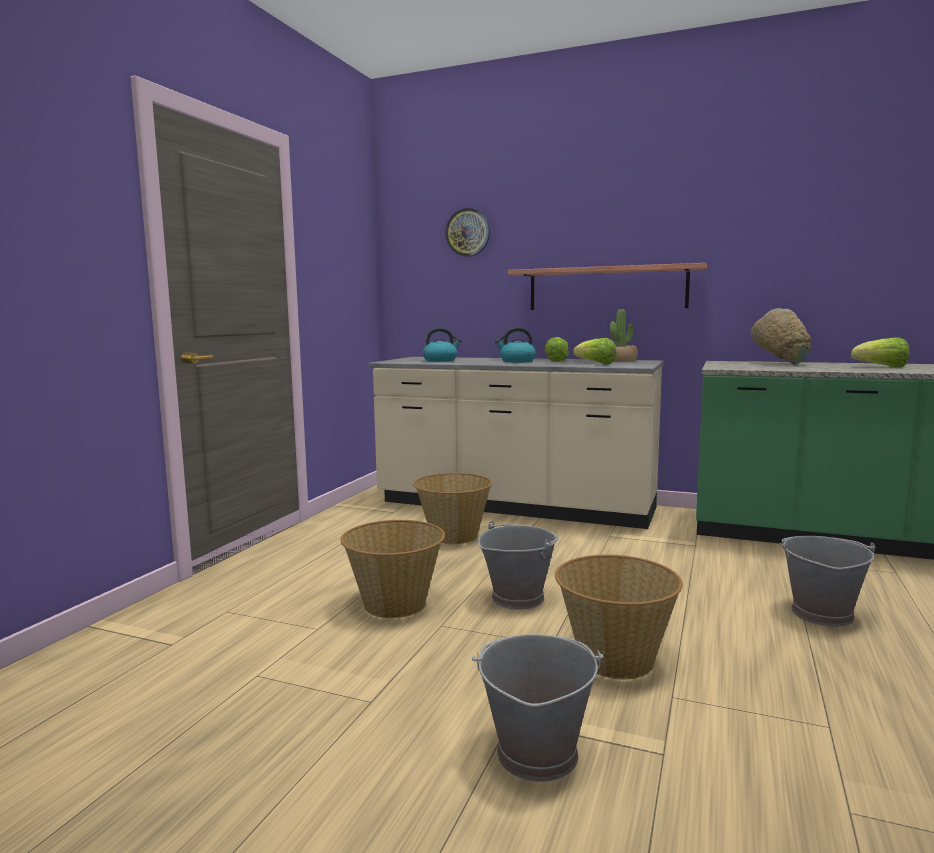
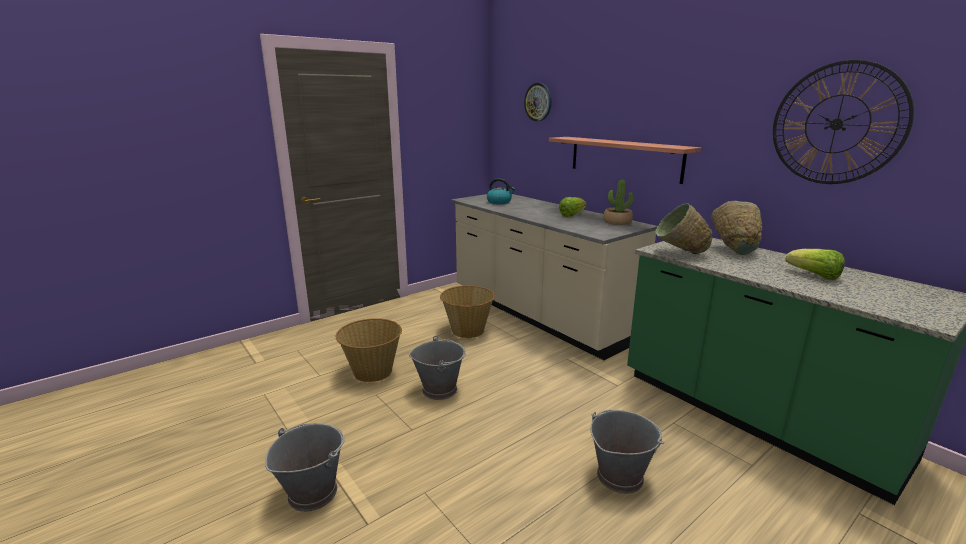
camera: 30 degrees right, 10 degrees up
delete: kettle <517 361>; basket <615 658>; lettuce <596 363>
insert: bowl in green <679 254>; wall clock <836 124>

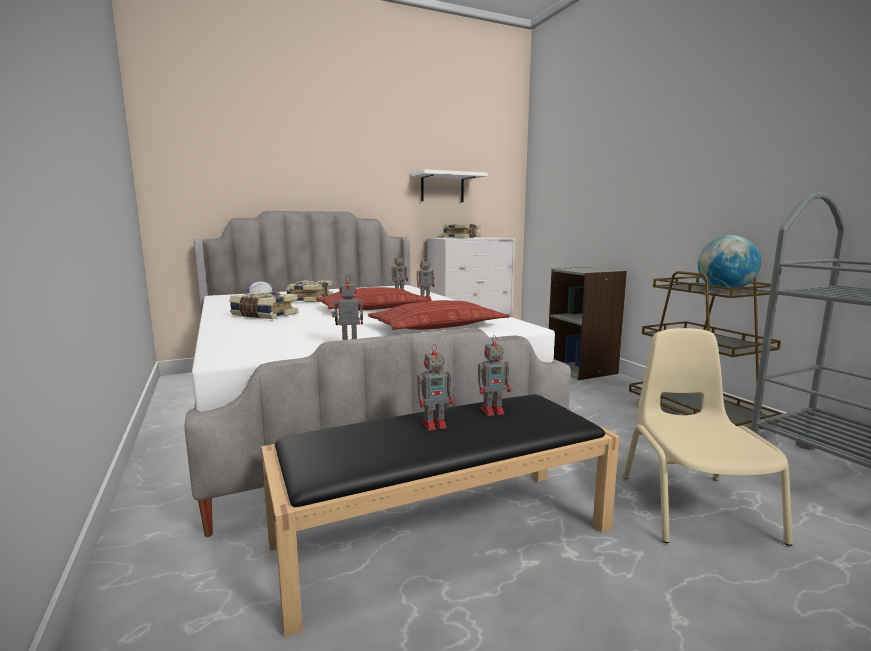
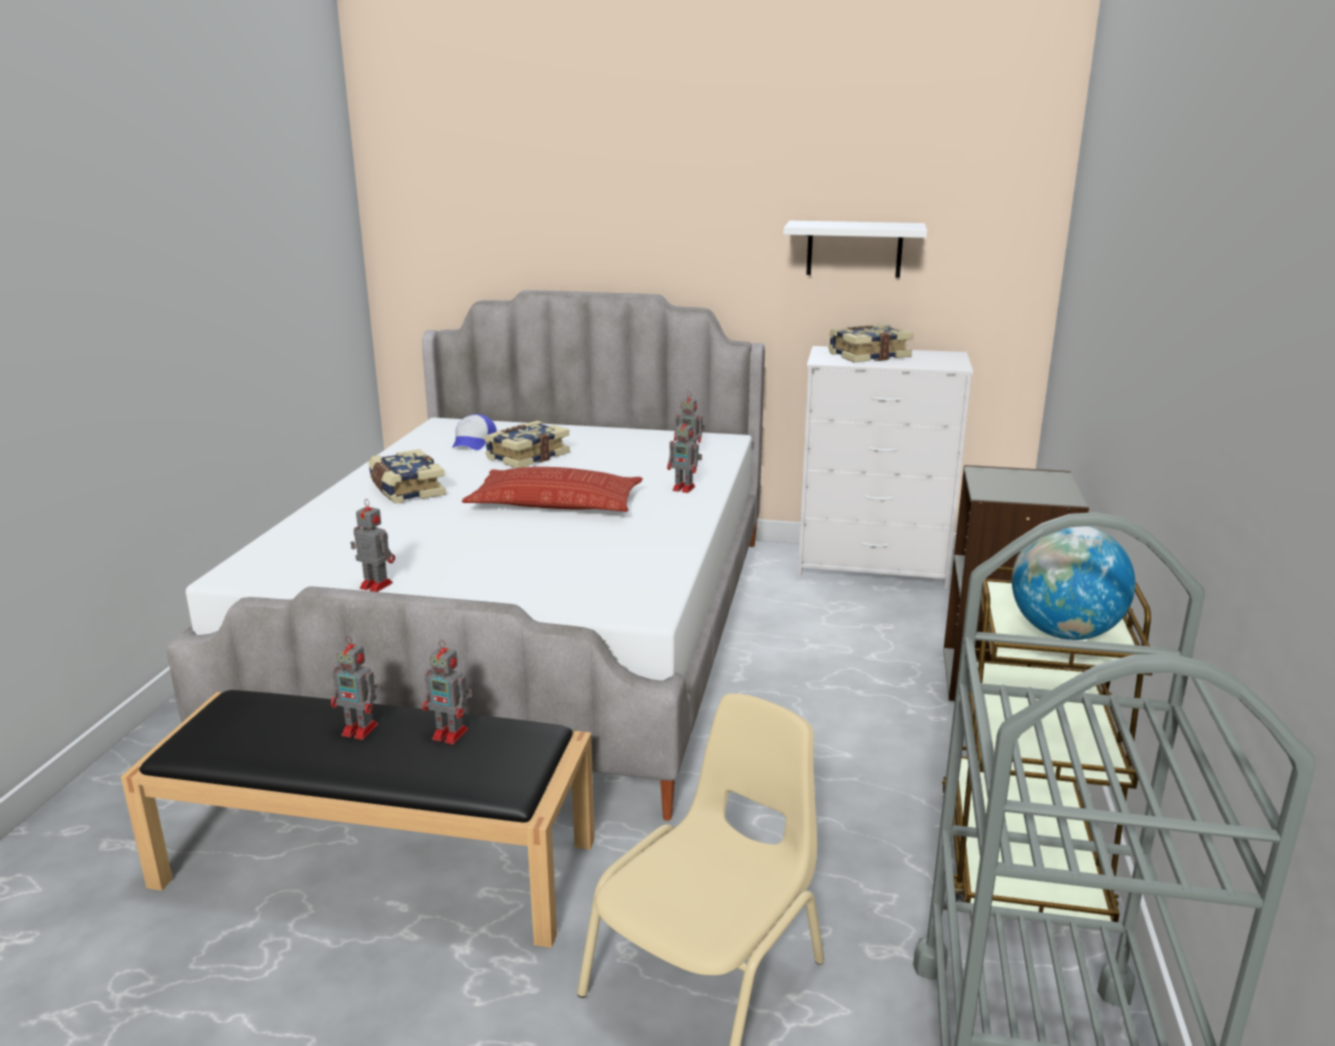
camera: 35 degrees right, 10 degrees up
delete: pillow <438 326>

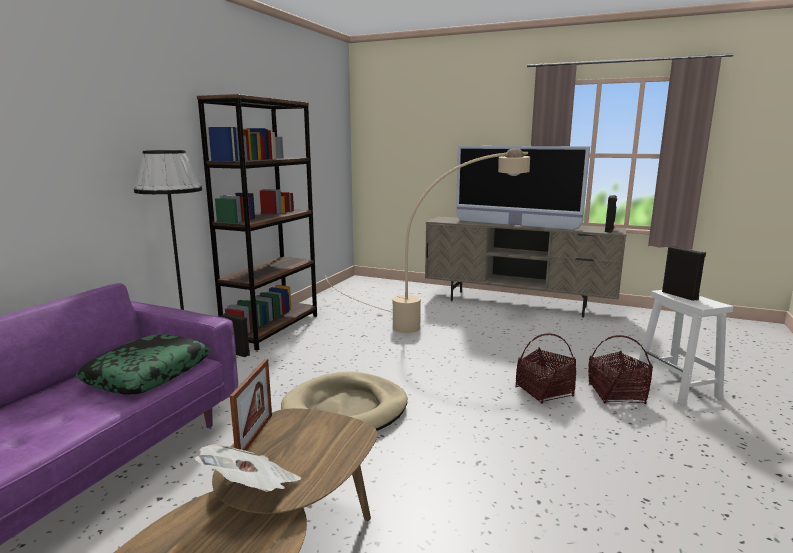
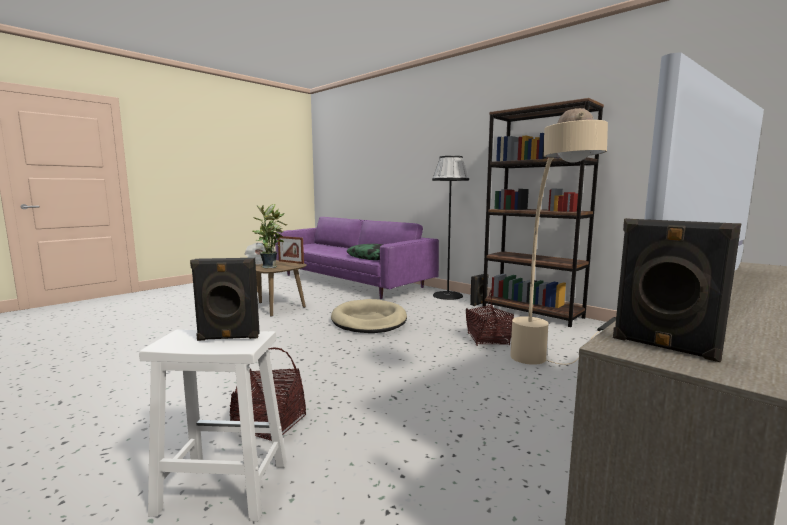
camera: 110 degrees right, 5 degrees down
insert: potted plant <270 267>
move: basket <544 392> to <488 340>

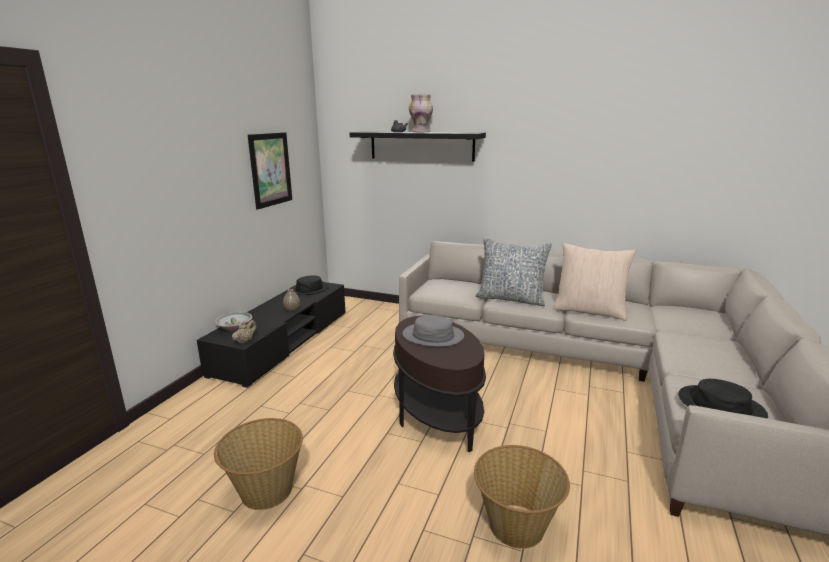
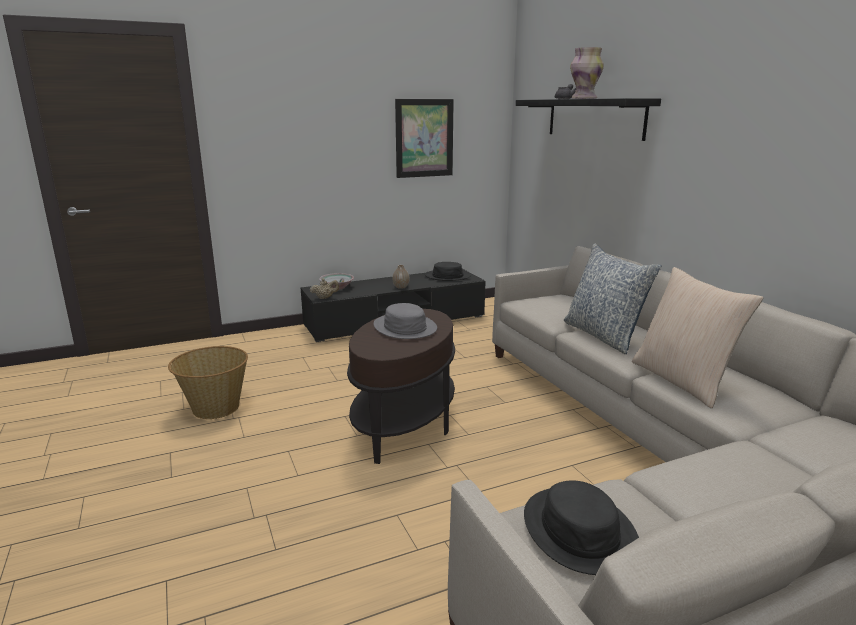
camera: 45 degrees right, 0 degrees up
delete: basket <516 526>

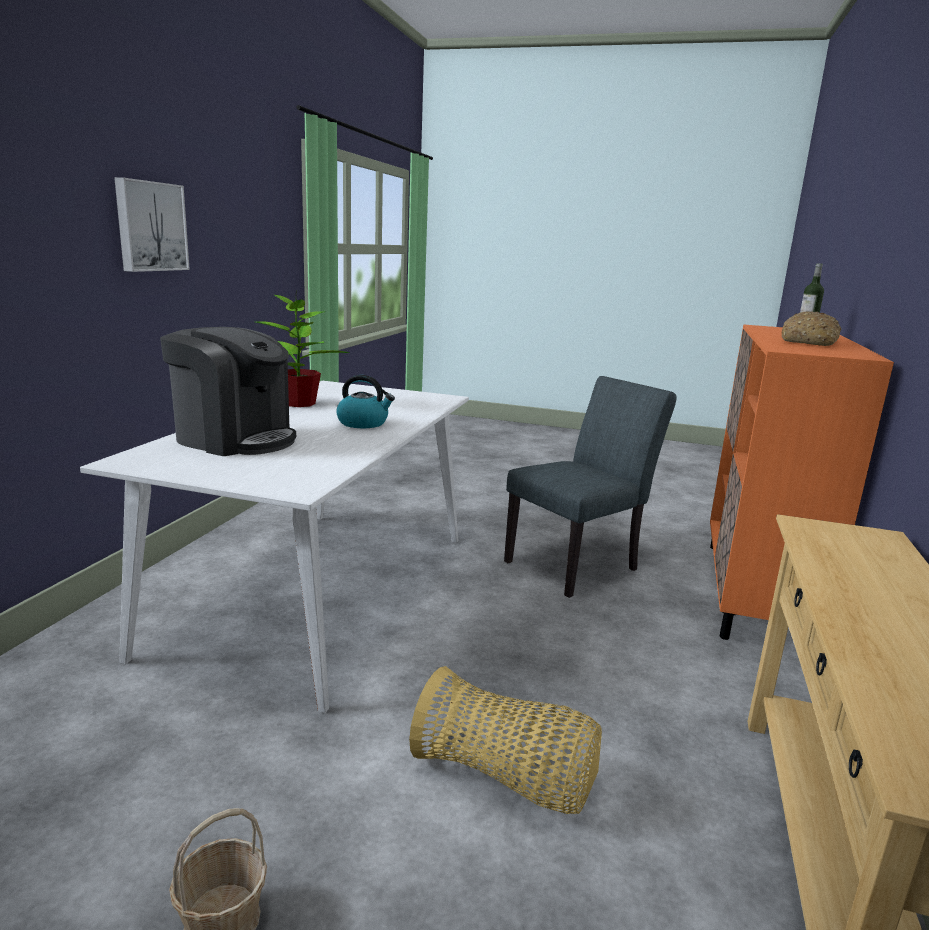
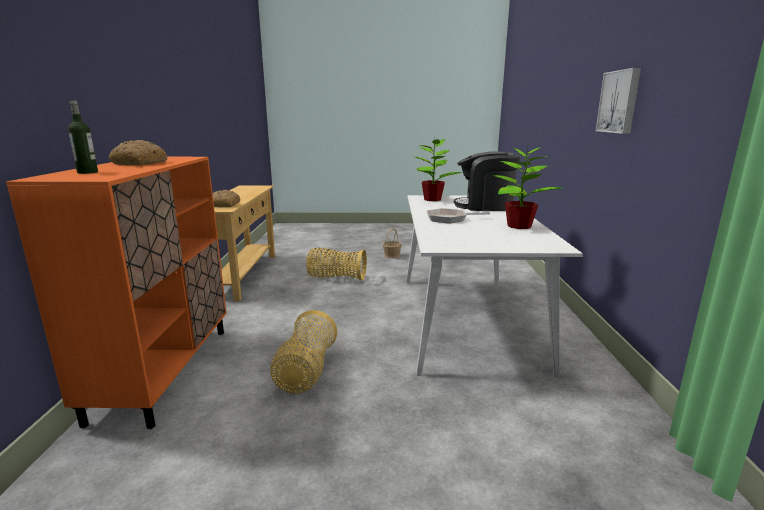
camera: 165 degrees right, 0 degrees up
insert: bread <224 205>; potted plant <432 199>
replace: chair in grey <578 563> to basket <305 372>; kettle <363 423> to frying pan <449 219>

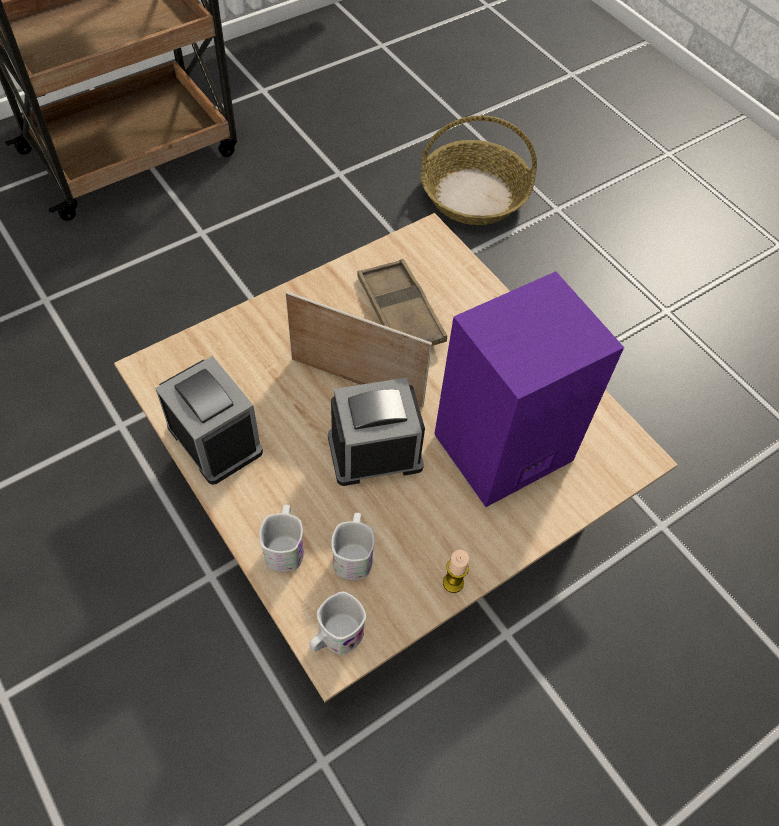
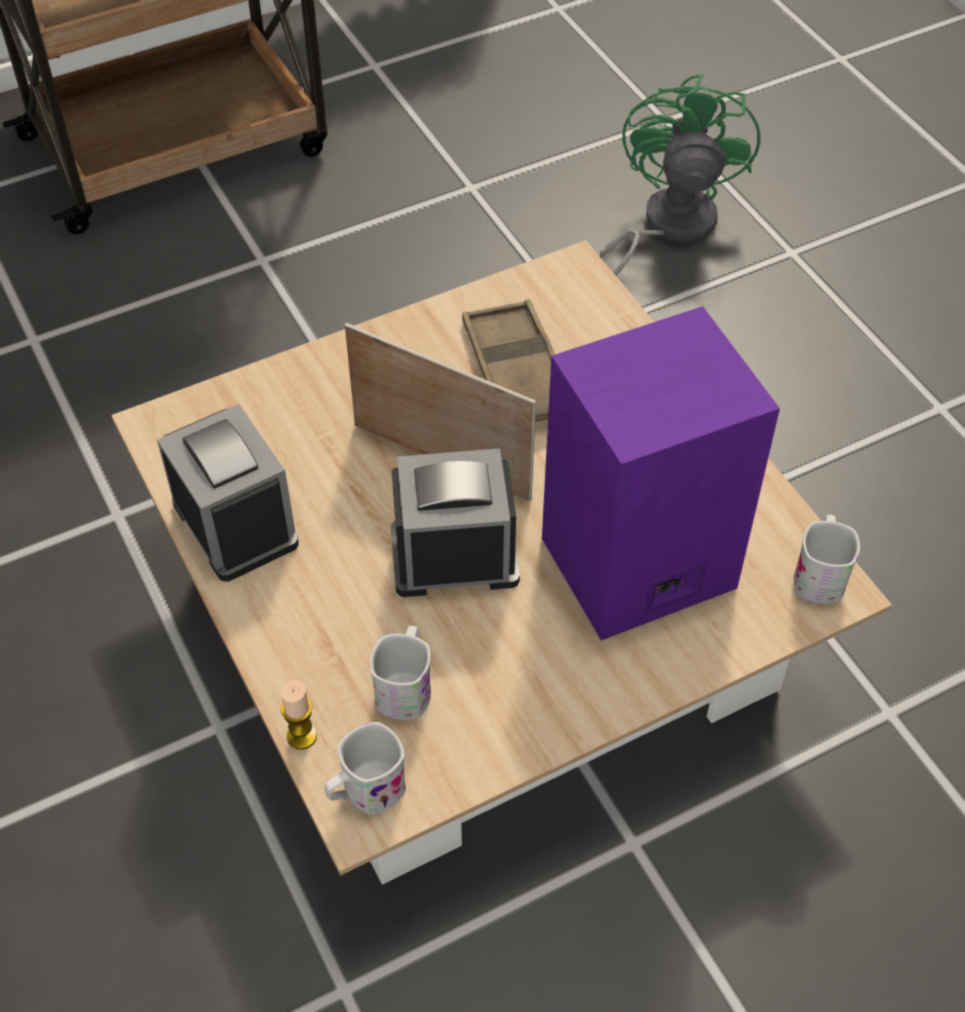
camera: 10 degrees right, 5 degrees down
move: candle <453 583> to <302 736>; mug in white <285 546> to <819 574>
replace: basket <473 195> to fan in green <666 227>

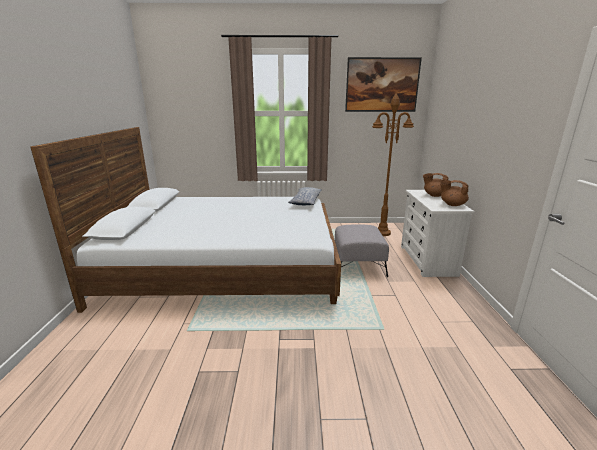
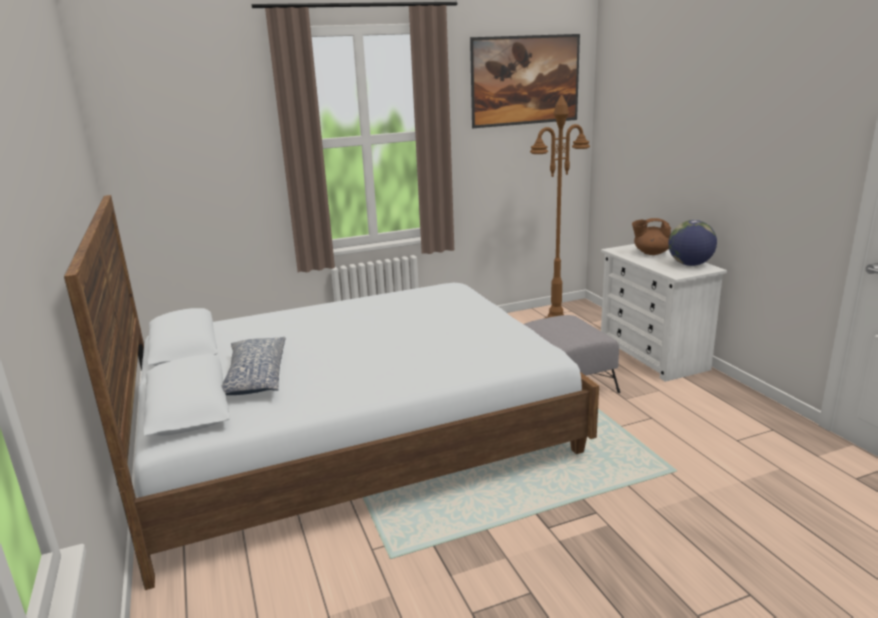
camera: 20 degrees left, 0 degrees up
move: pillow <305 201> to <255 377>
replace: teapot in brown <452 204> to globe <690 264>

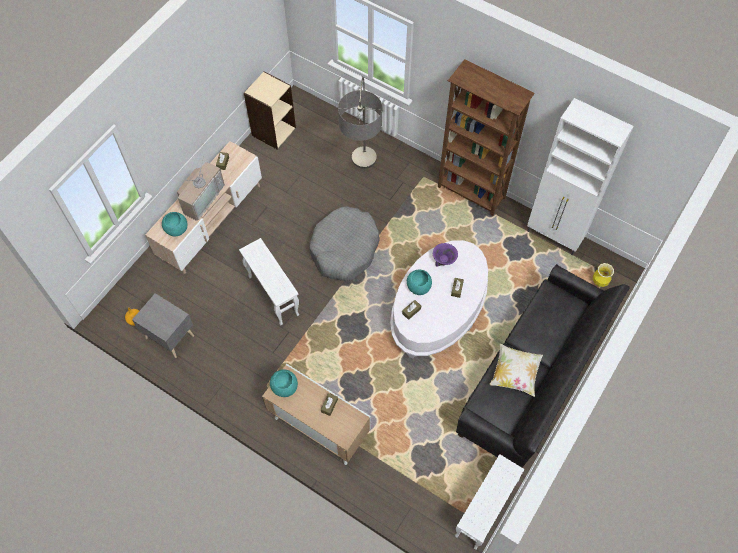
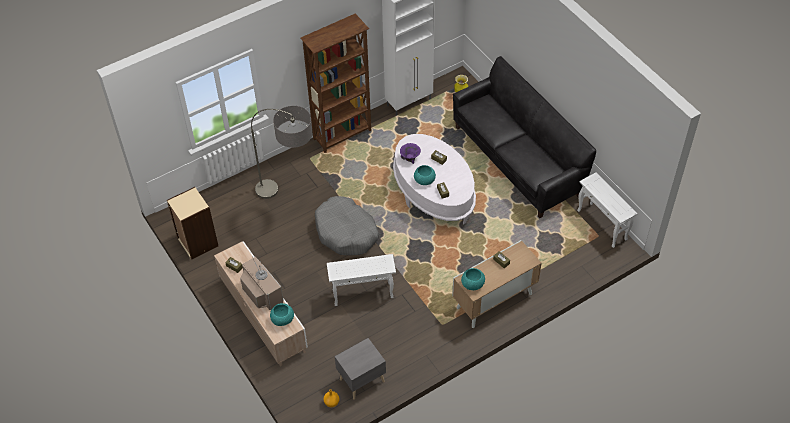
camera: 65 degrees left, 10 degrees down
delete: pillow <514 374>

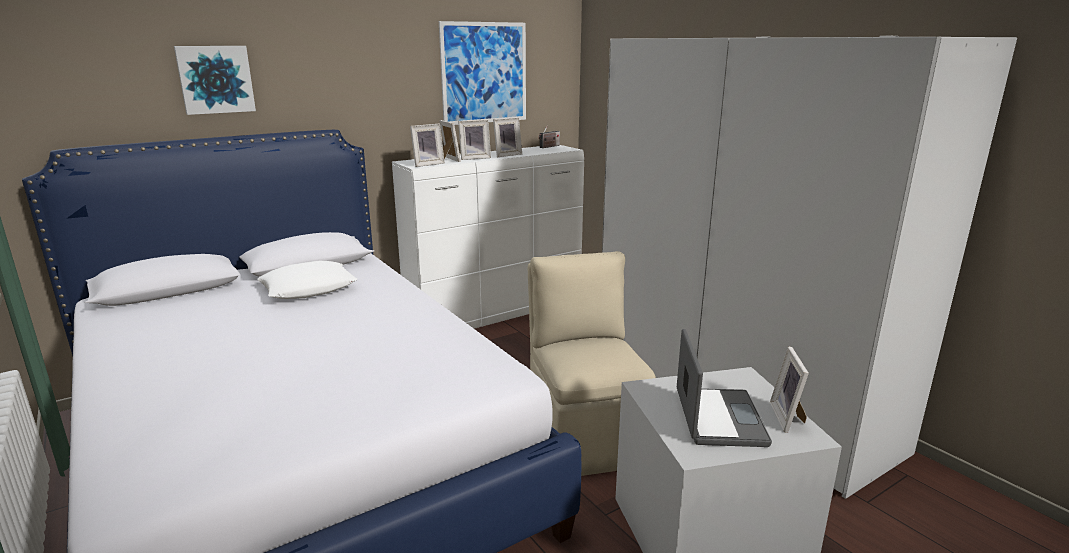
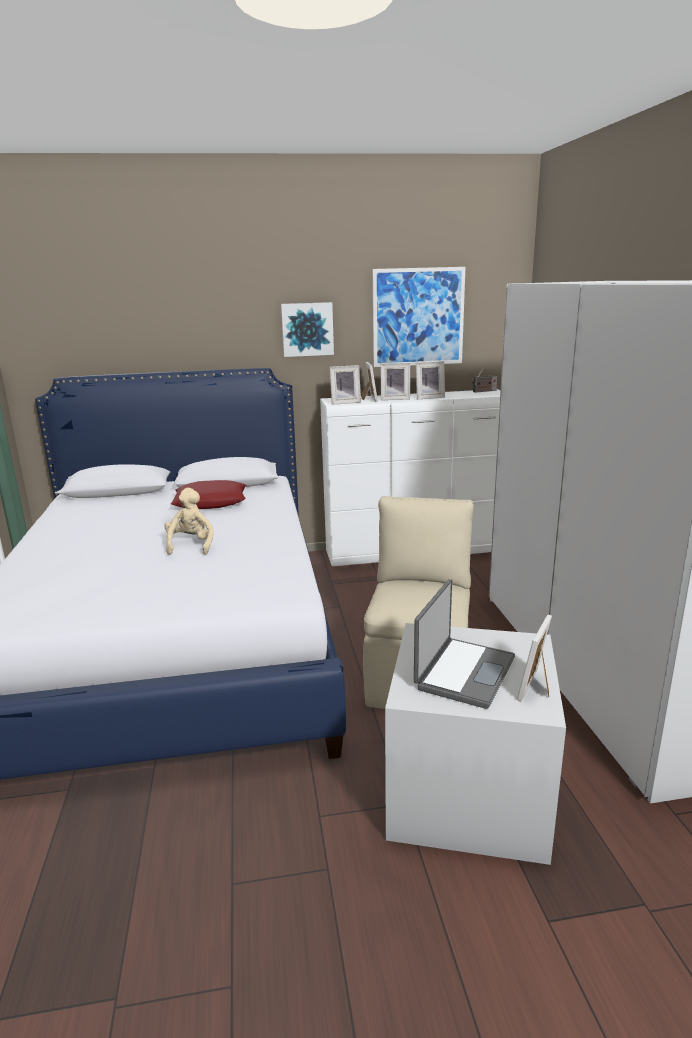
camera: 25 degrees right, 0 degrees up
insert: plush toy in beige <191 545>
move: picture <215 79> to <307 329>
recolor: pillow in white <308 288> to pillow in red <210 502>

